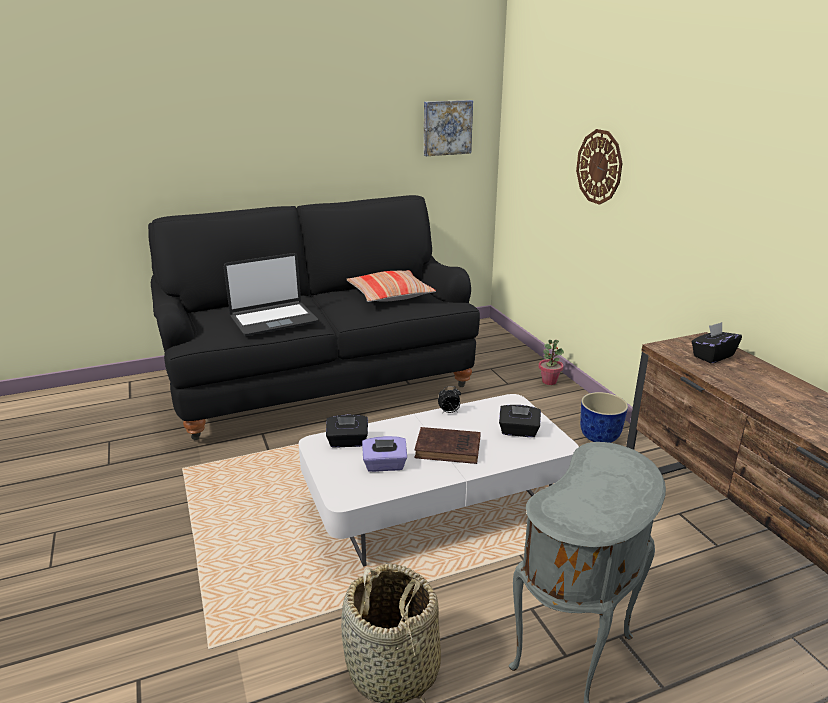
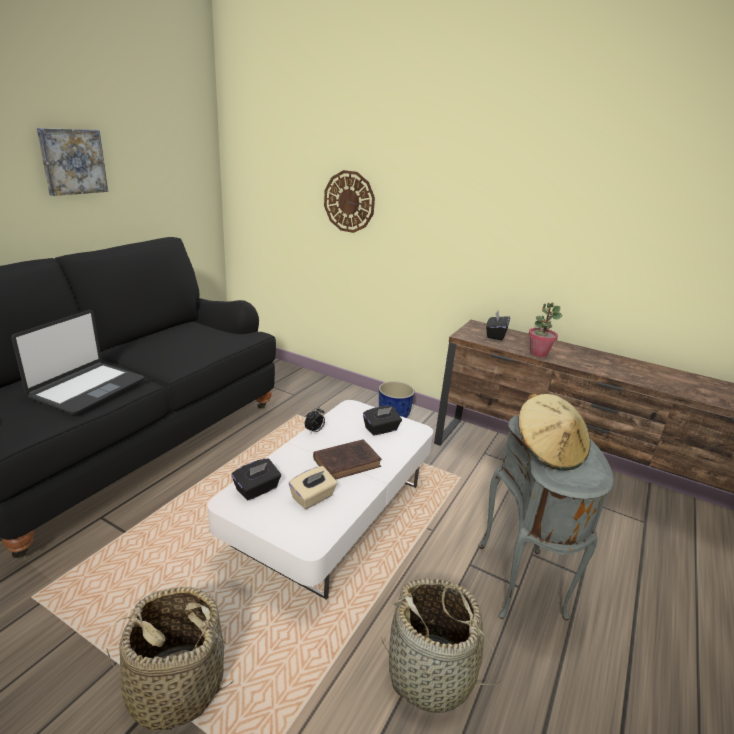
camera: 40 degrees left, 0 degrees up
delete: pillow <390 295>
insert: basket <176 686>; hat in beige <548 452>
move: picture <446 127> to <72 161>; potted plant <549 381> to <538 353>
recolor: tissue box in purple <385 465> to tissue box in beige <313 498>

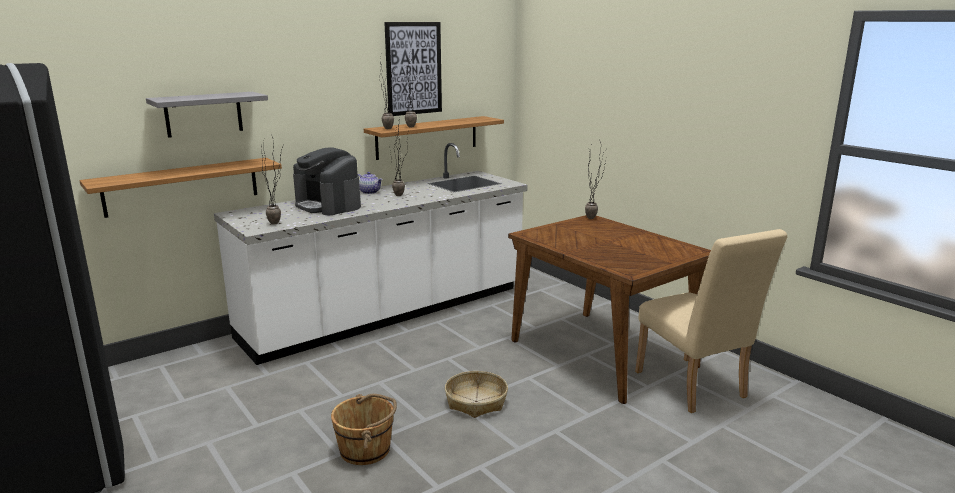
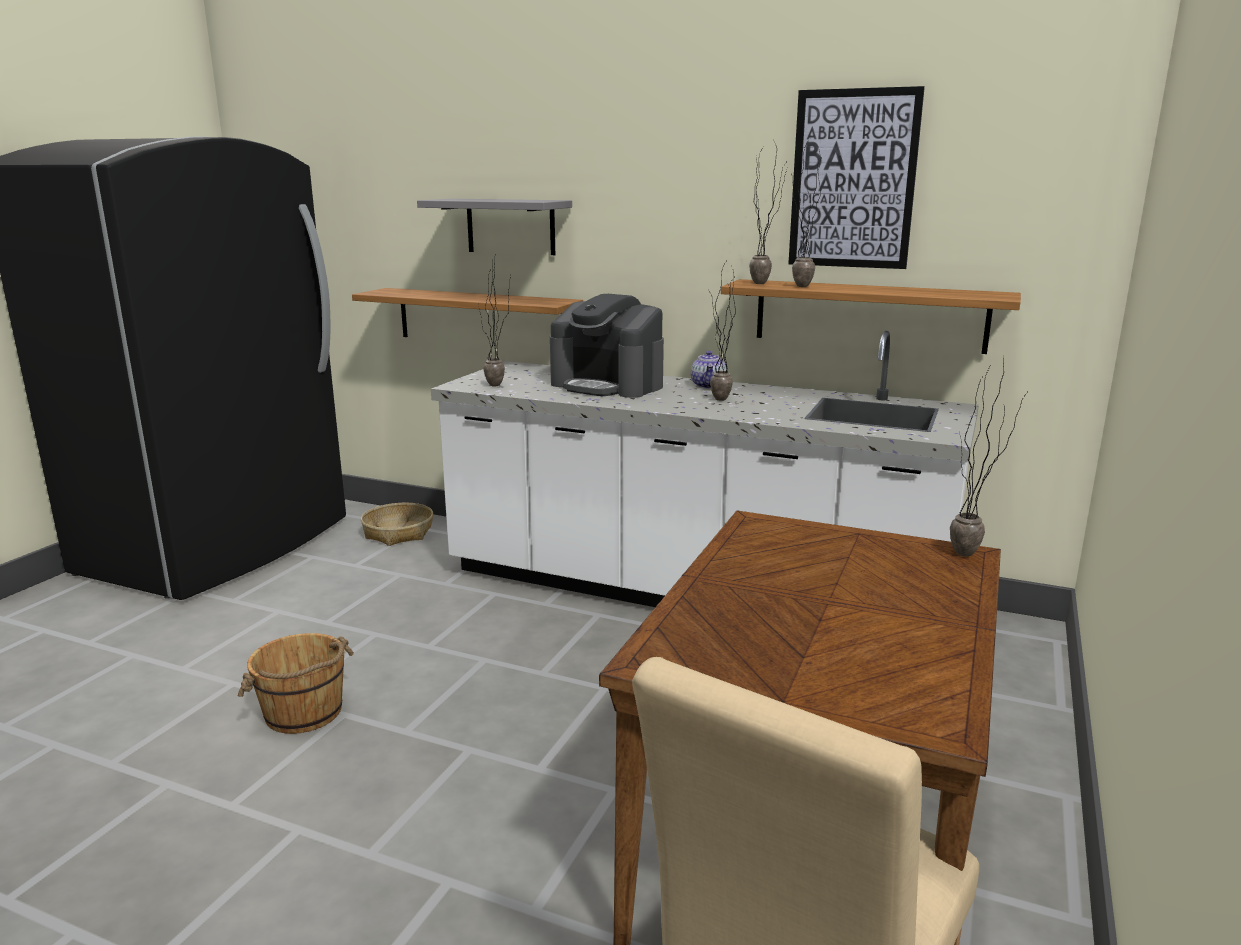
camera: 60 degrees right, 0 degrees up
move: basket <476 401> to <399 533>
rotate: coffee machine <328 205> = <608 385> 75 degrees counterclockwise

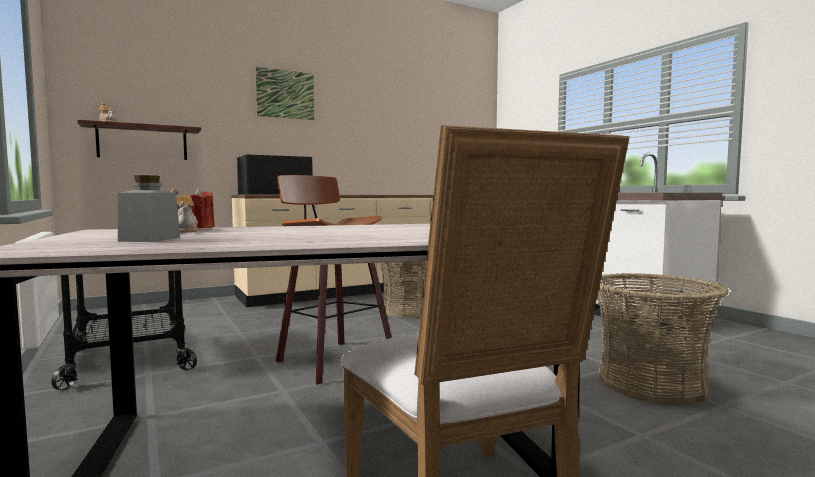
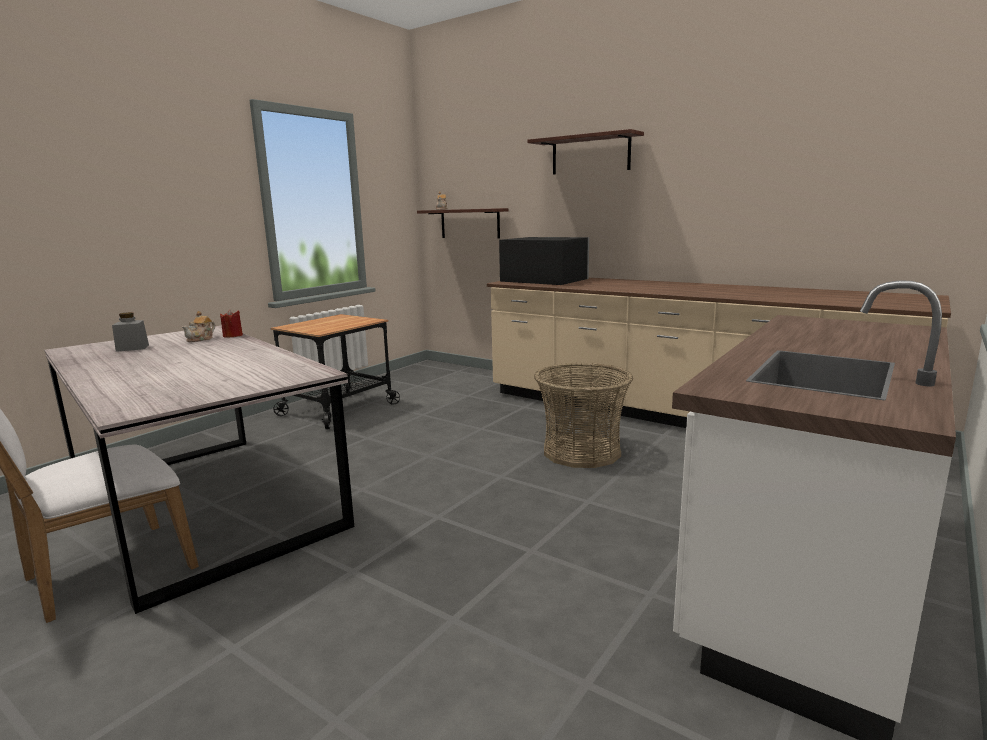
camera: 65 degrees right, 10 degrees up
delete: stool <331 359>; basket <651 384>
replace: picture <285 94> to shelf <590 154>

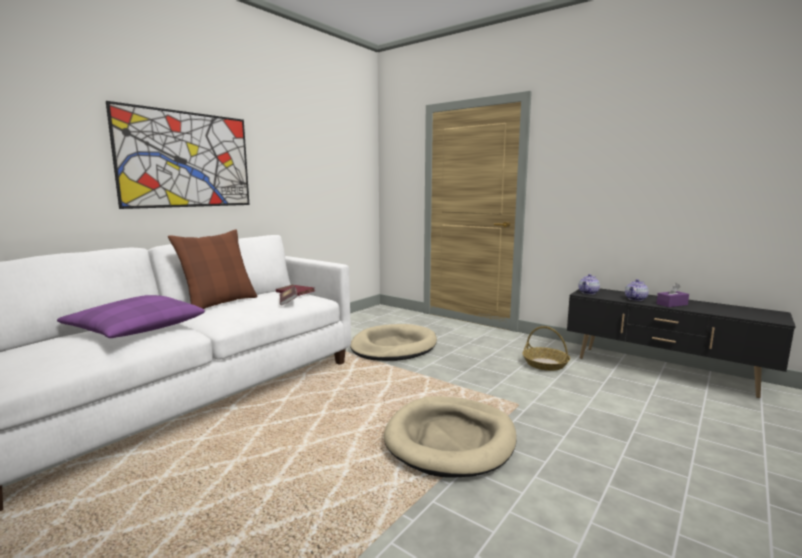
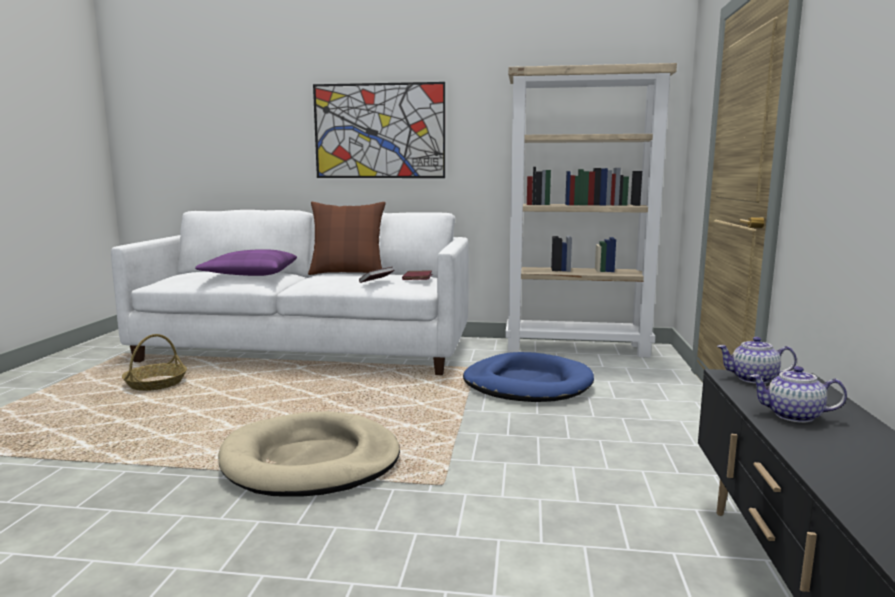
camera: 60 degrees right, 0 degrees up
delete: tissue box in purple <672 304>
insert: bookcase in beige <577 348>
move: basket <545 364> to <156 383>
recolor: dog bed in beige <393 347> to dog bed in blue <527 384>

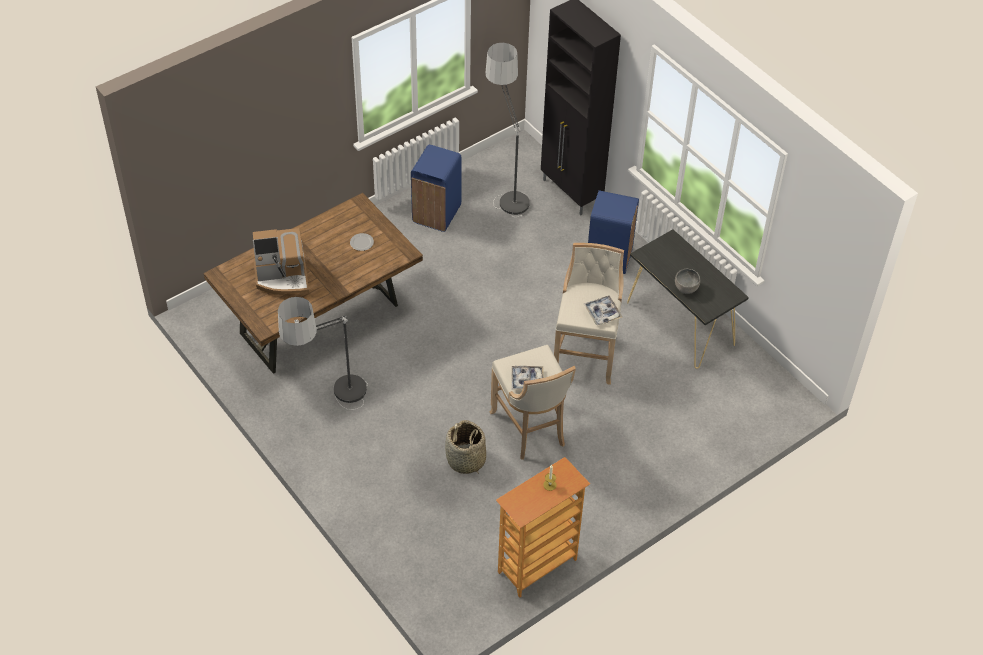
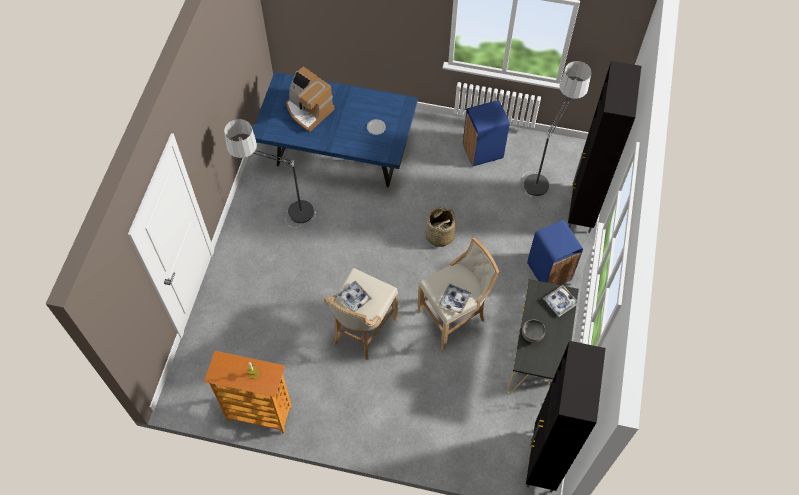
camera: 50 degrees right, 10 degrees up
insert: cabinet in black <542 461>; tray <560 302>
move: basket <466 460> to <439 235>
recolor: dining table in brown <318 320> to dining table in blue <337 157>

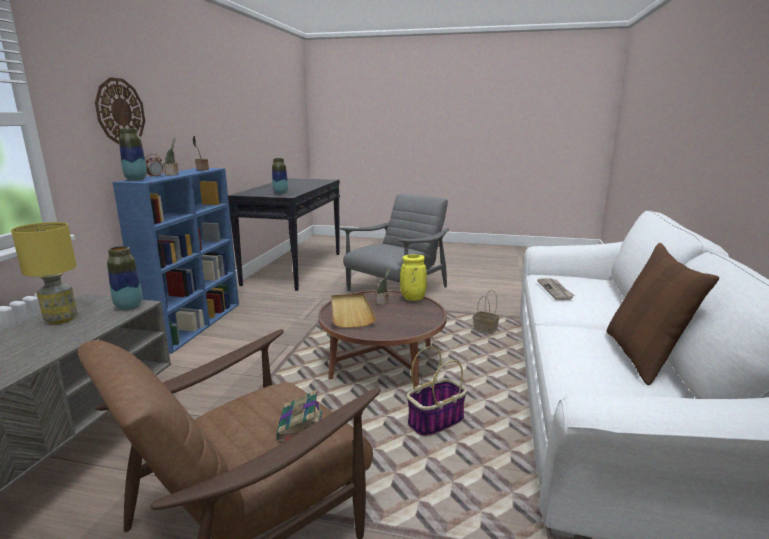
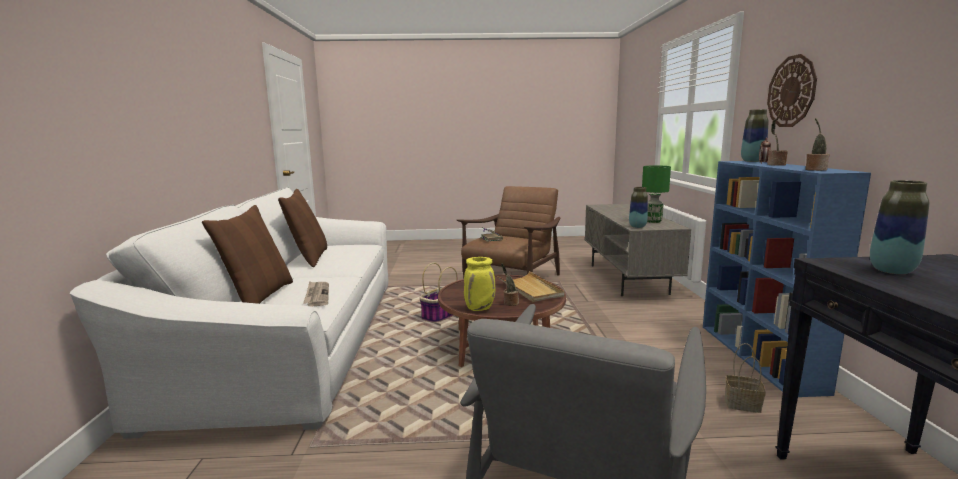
camera: 165 degrees right, 5 degrees down
insert: pillow in brown <259 297>
move: basket <486 330> to <741 404>
recolor: table lamp in yellow <61 319> to table lamp in green <652 221>

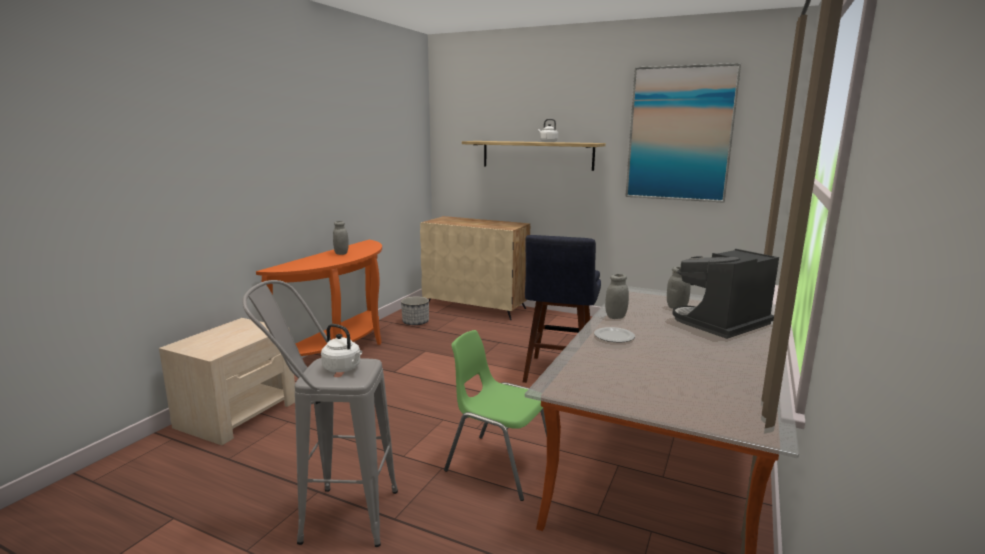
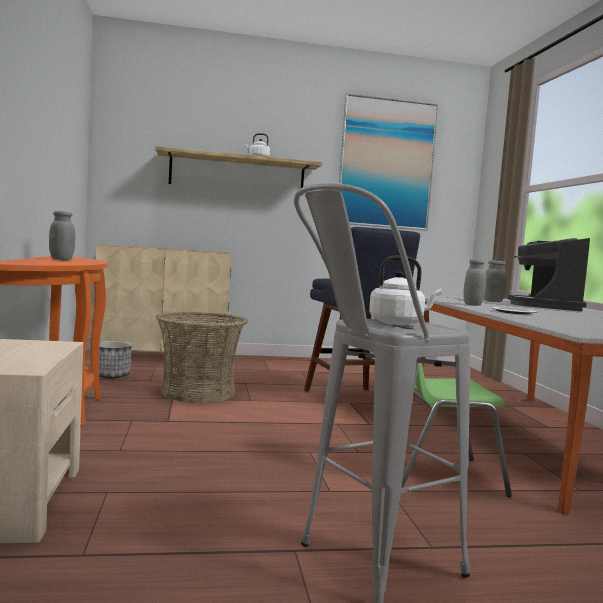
camera: 35 degrees left, 10 degrees down
insert: basket <198 392>

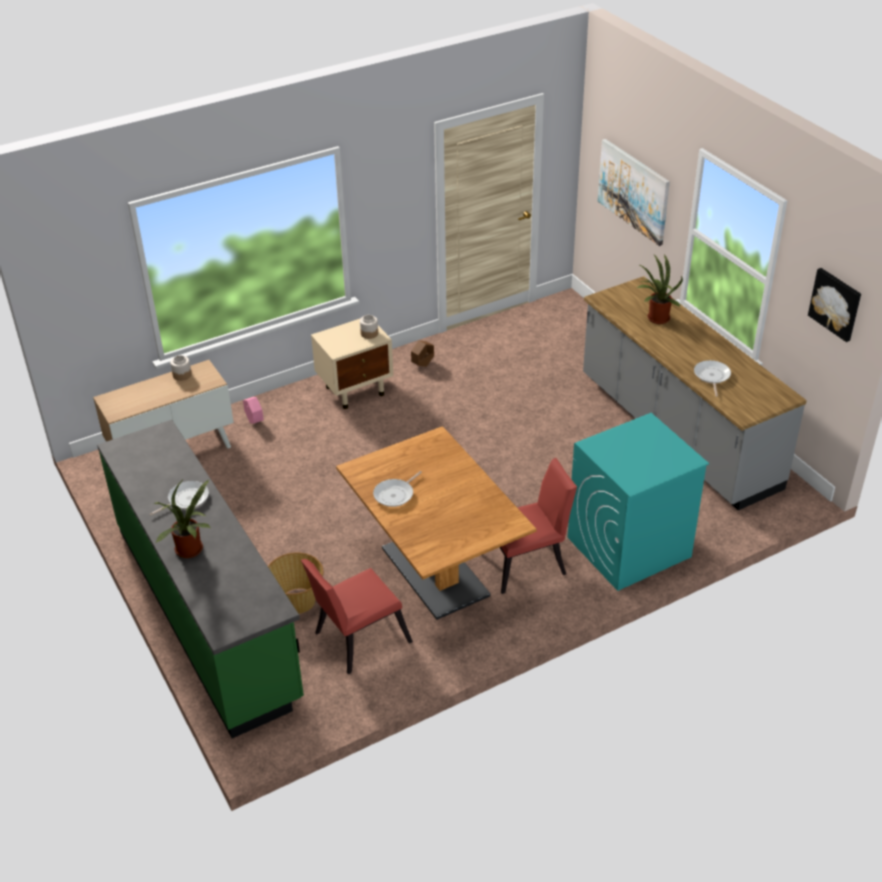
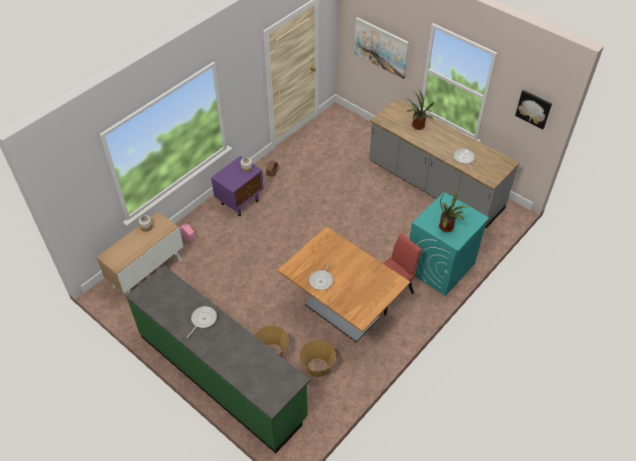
camera: 20 degrees left, 10 degrees up
move: potted plant <191 551> to <448 227>
replace: chair in red <357 639> to basket <317 368>
recolor: nightstand in beige <355 390> to nightstand in purple <240 202>

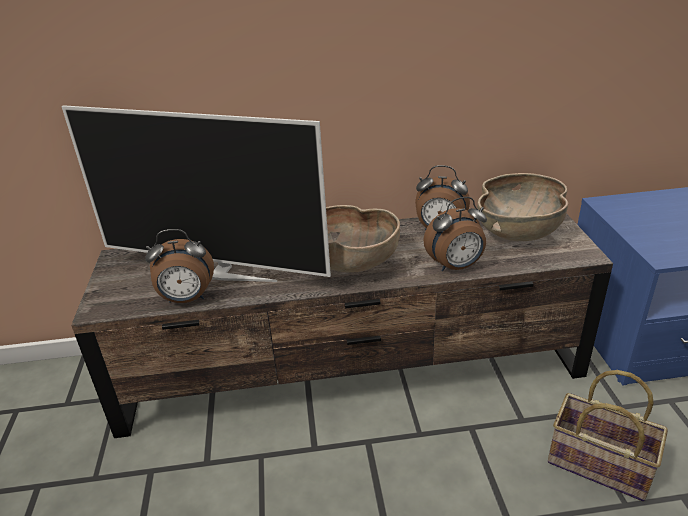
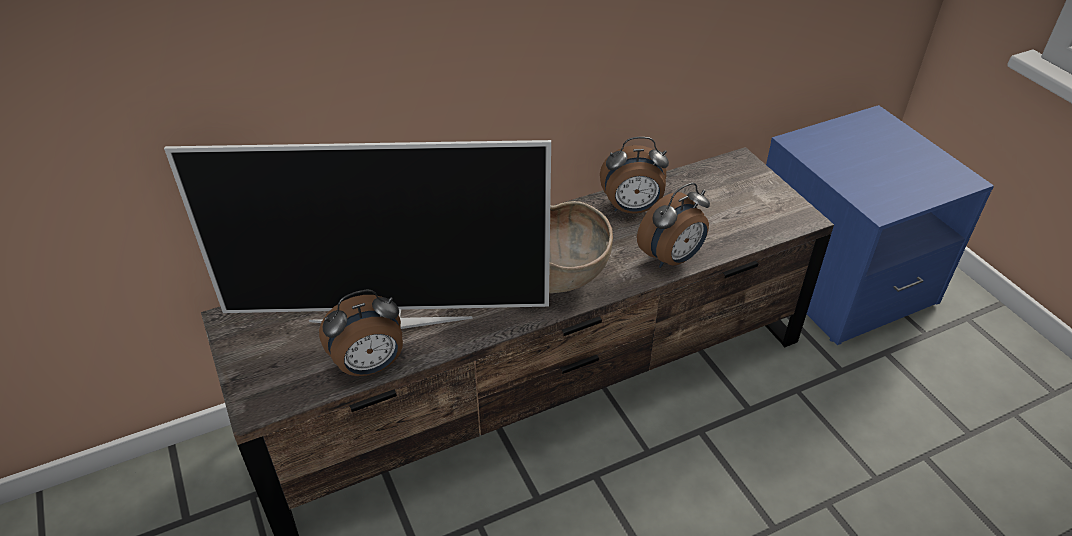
camera: 20 degrees left, 10 degrees up
delete: bowl in brown <518 231>; basket <596 464>

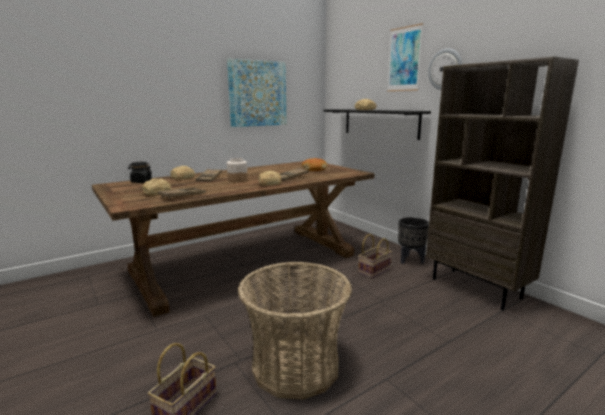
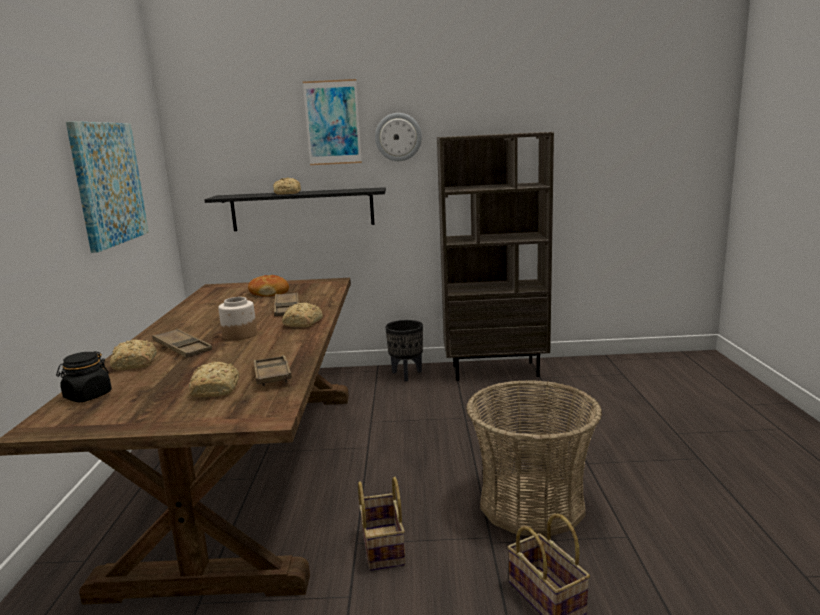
camera: 55 degrees left, 0 degrees up
move: basket <374 270> to <381 546>

